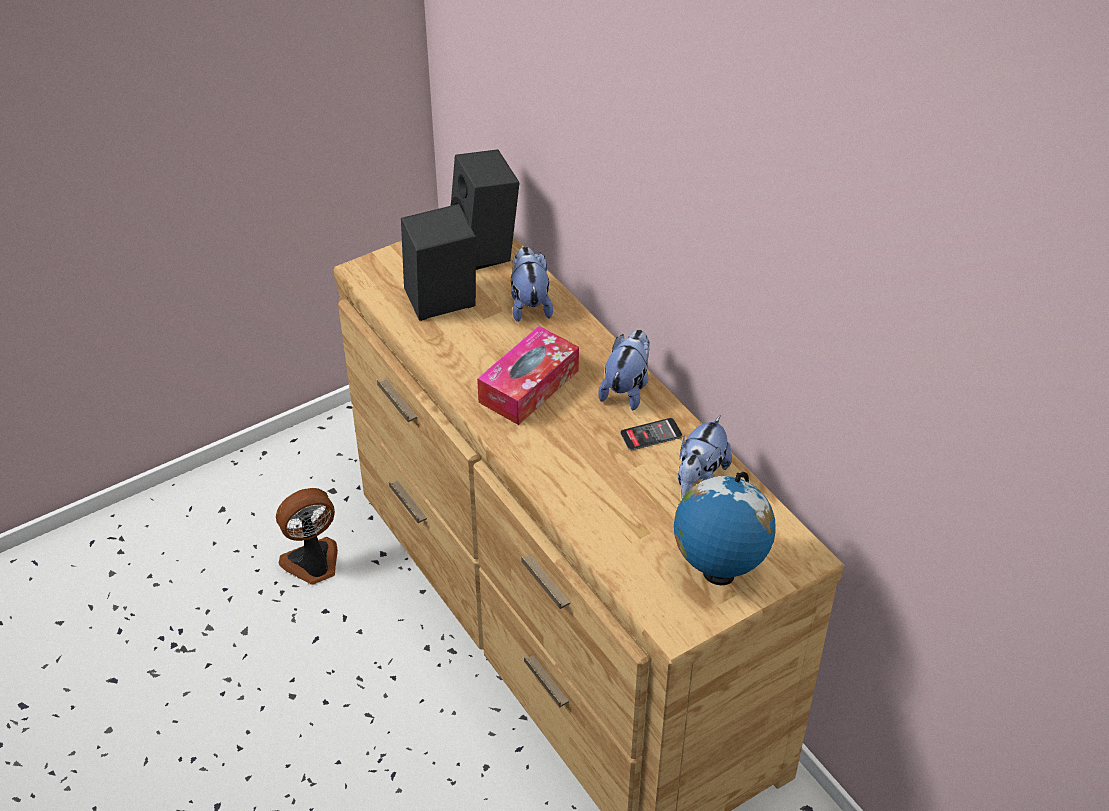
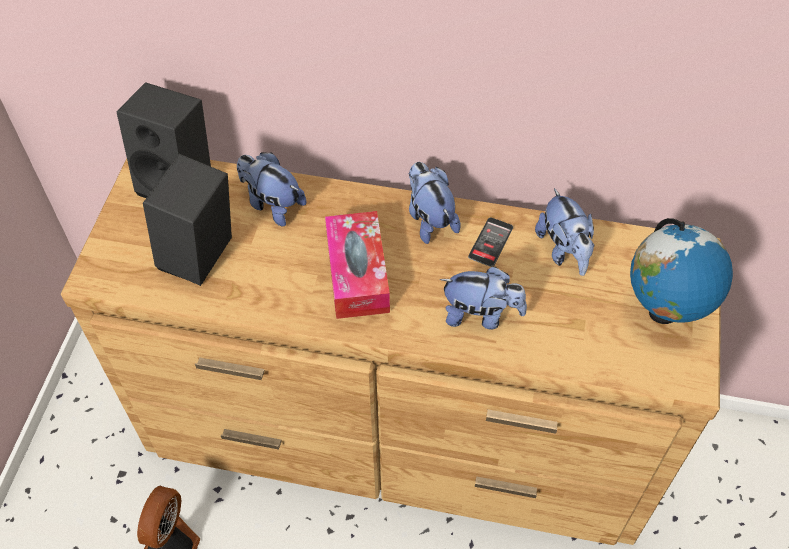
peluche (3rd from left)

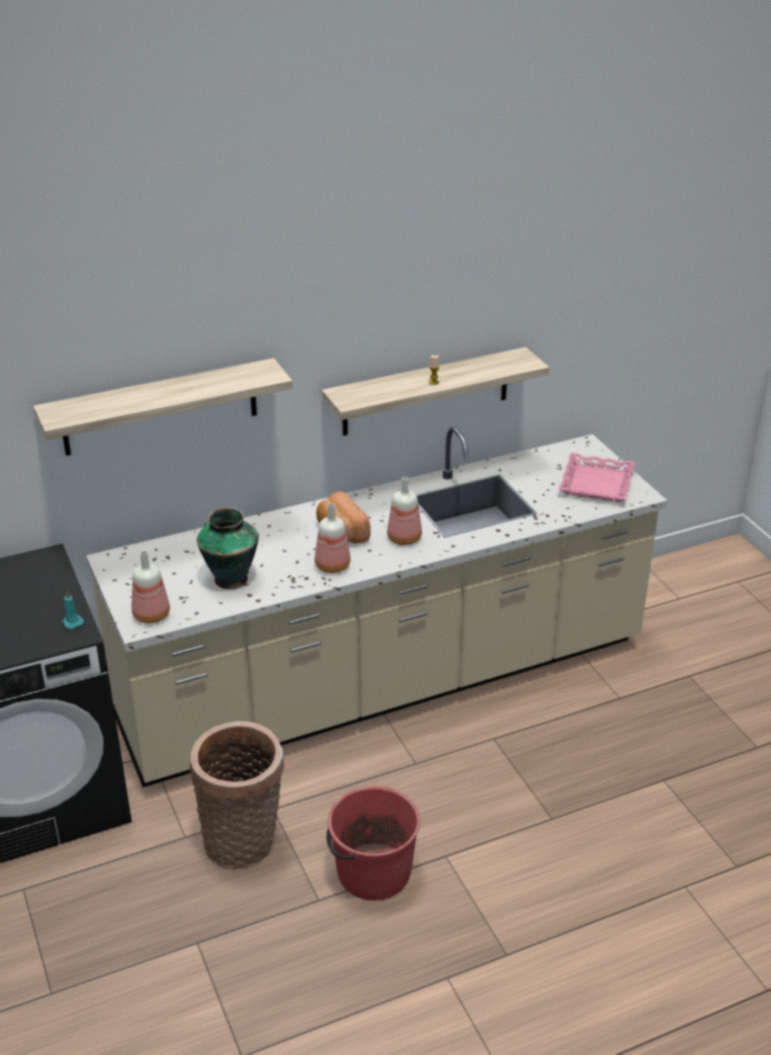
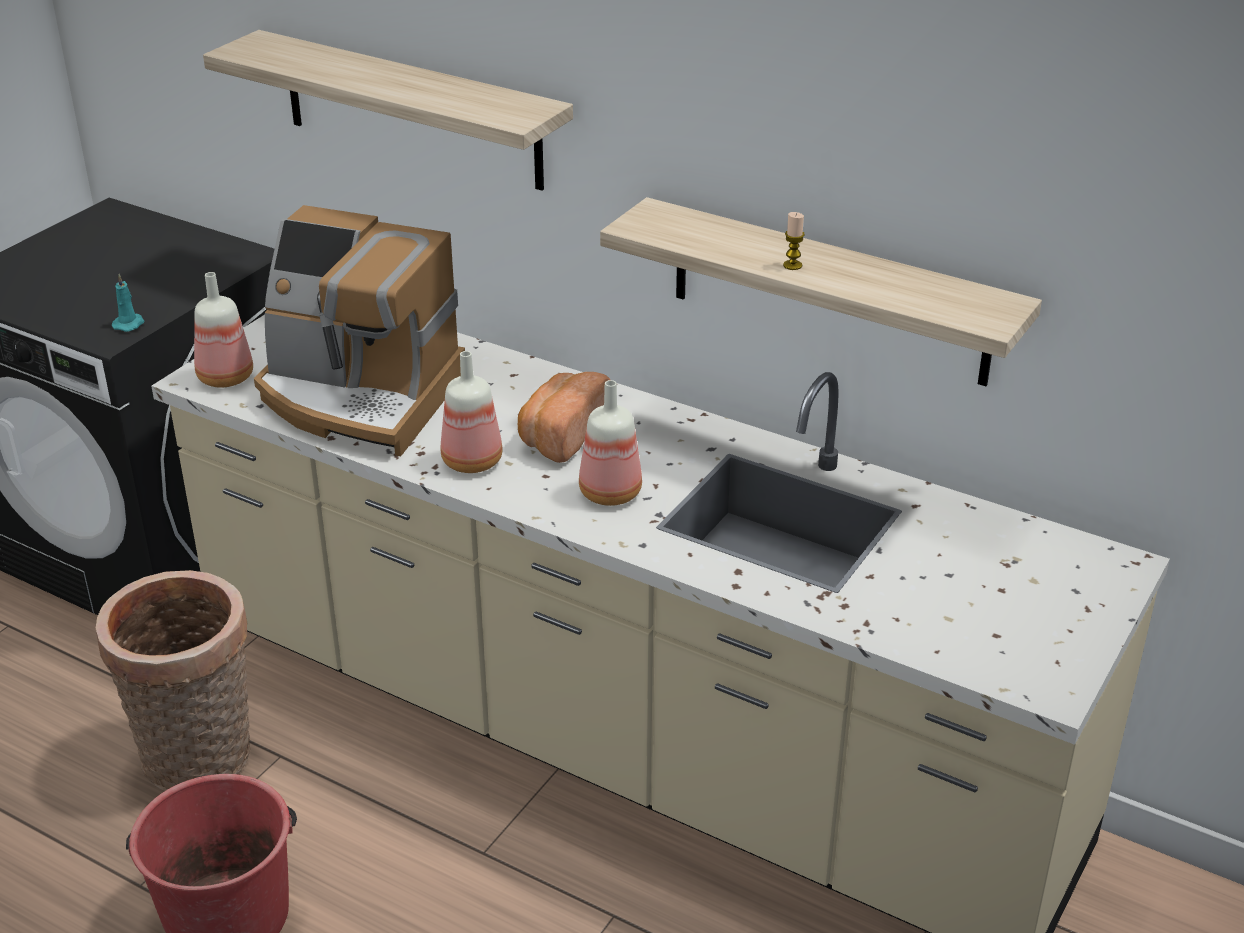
machine à café
plateau [rose]

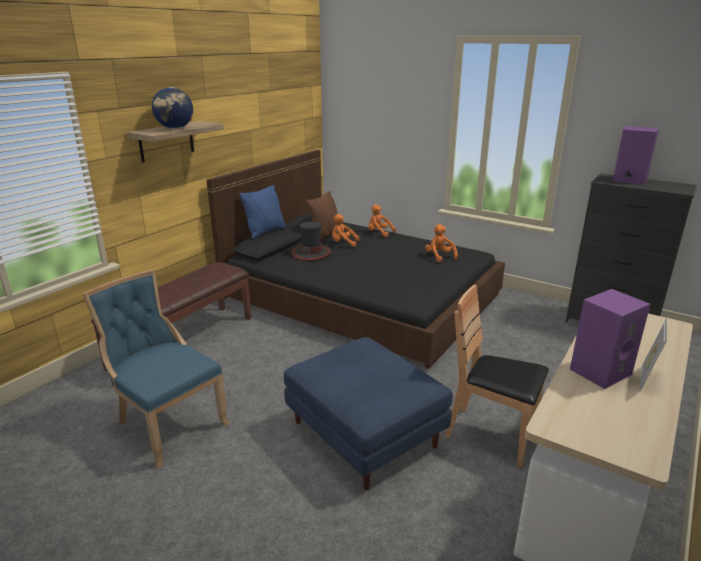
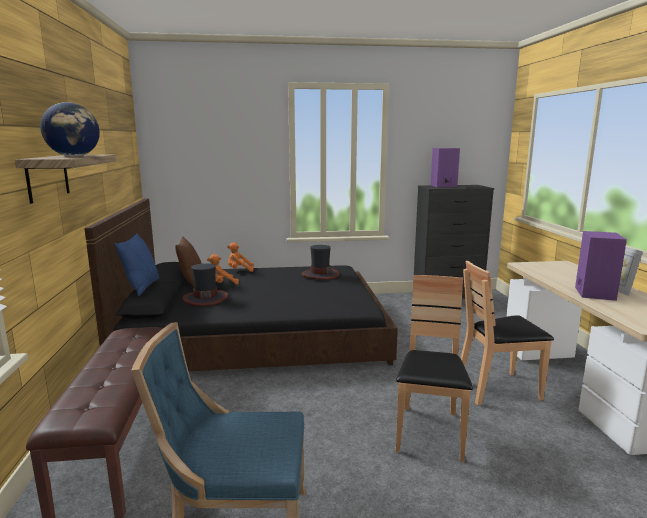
chaise [marron] (1st from left)
chapeau (2nd from left)

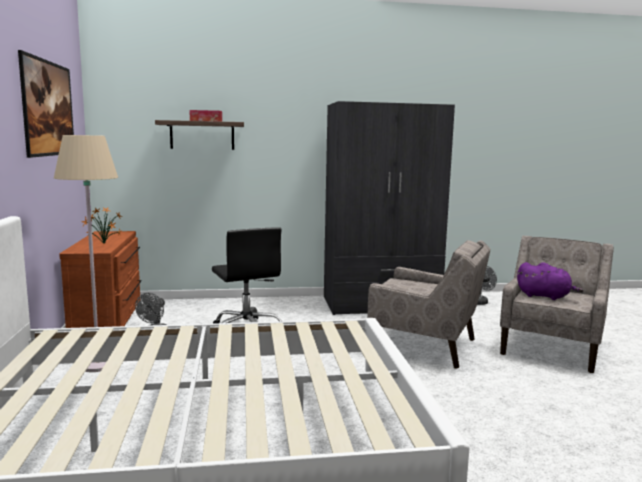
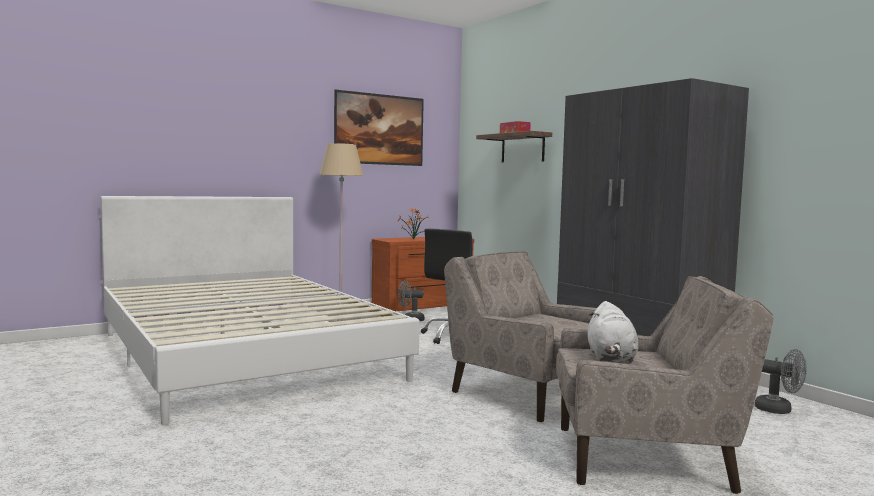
fauteuil [beige] (1st from left)
peluche [blanc]

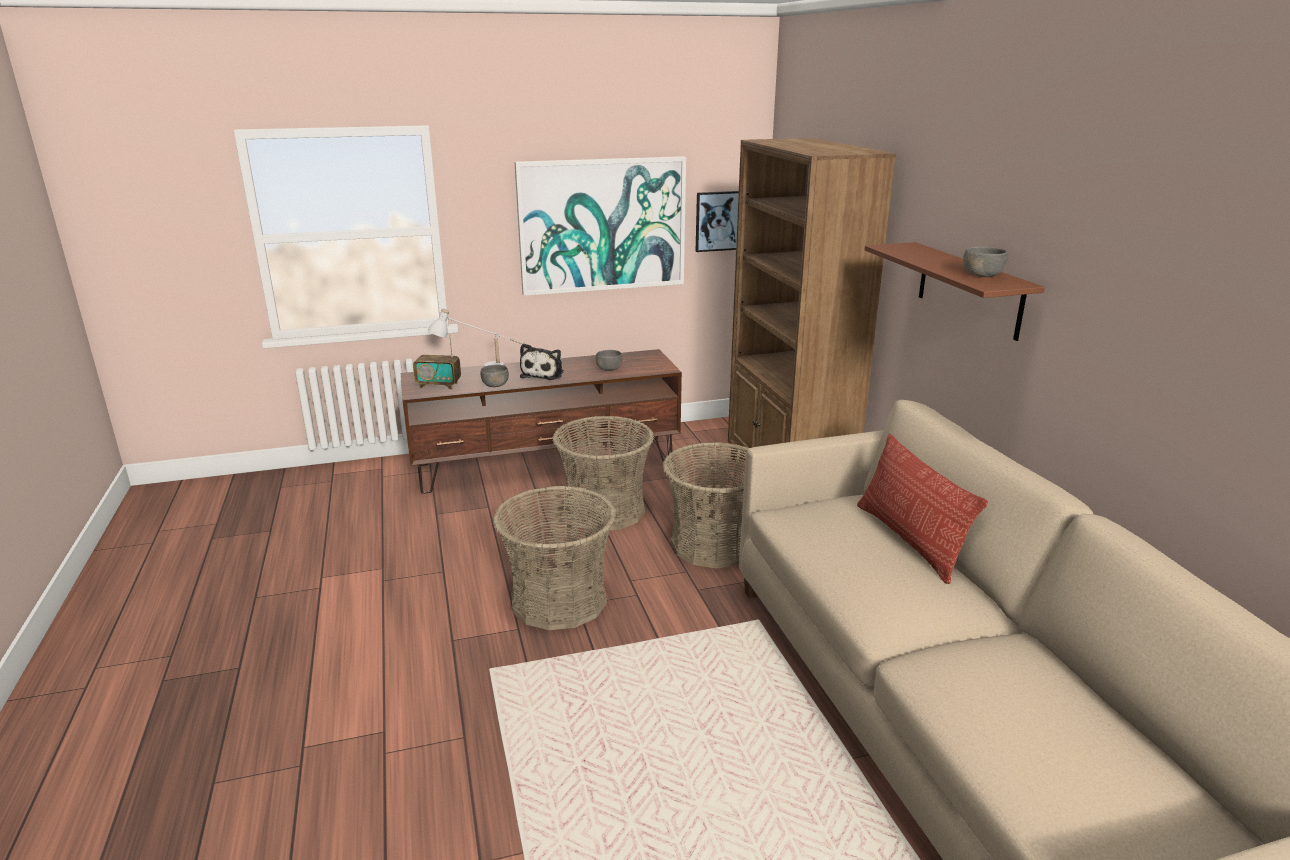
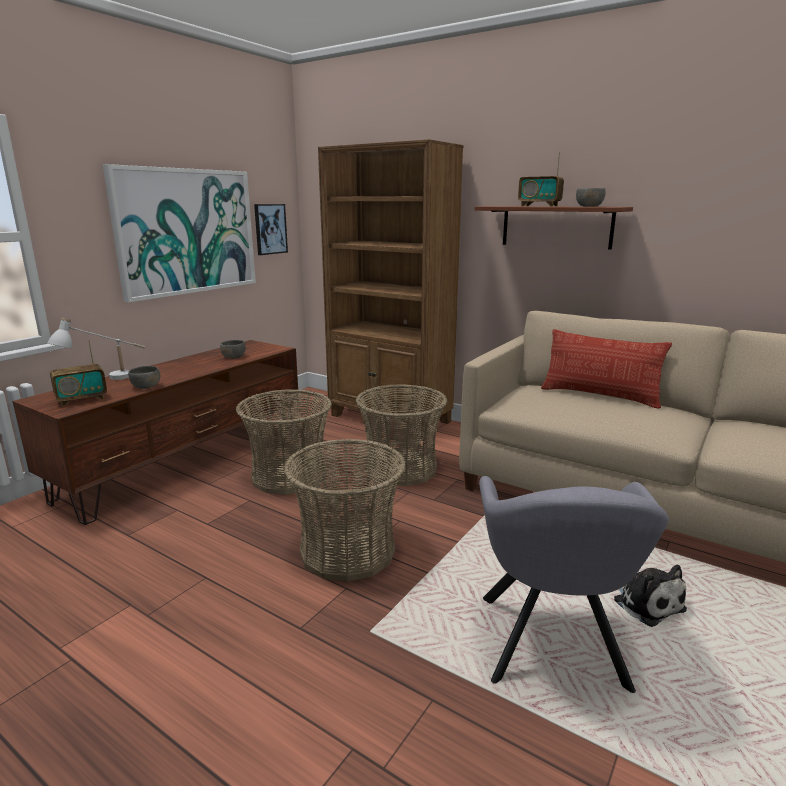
peluche
fauteuil [gris]
radio (2nd from left)

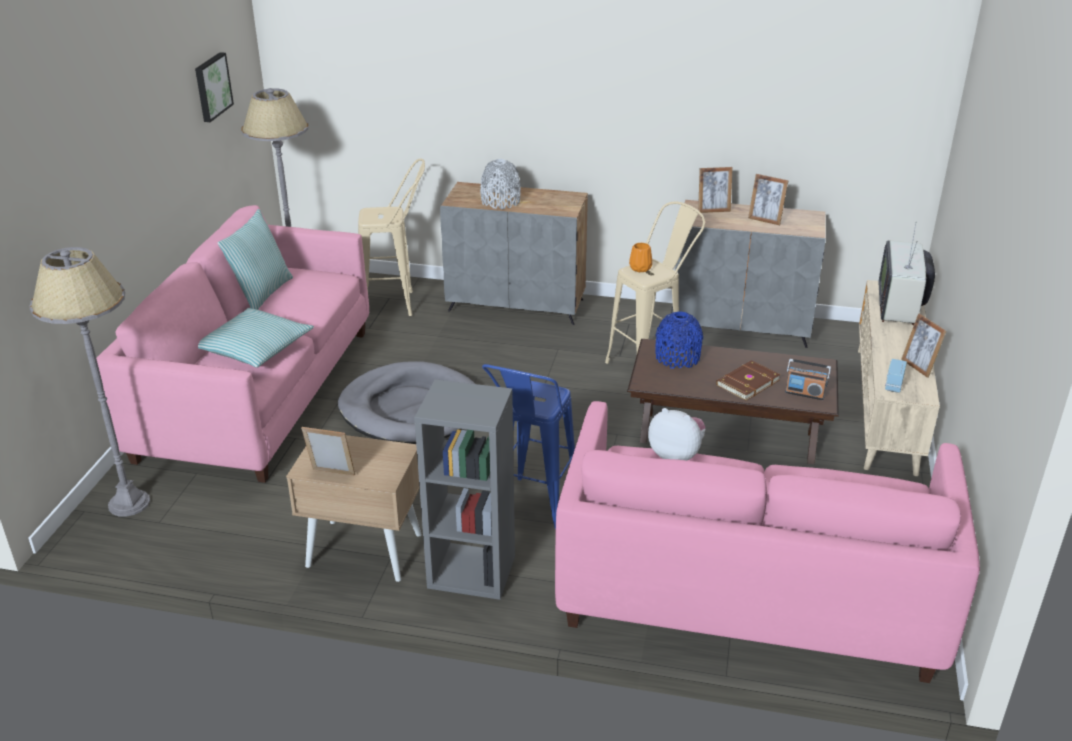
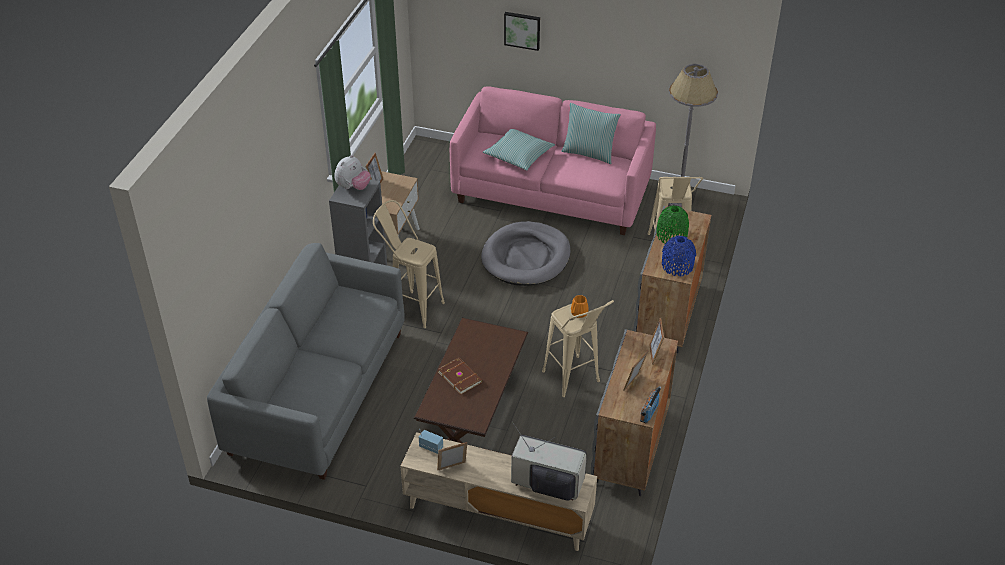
lampadaire [gris] (1st from left in the first image)
tableau
vase [vert]
tabouret [beige] (1st from left)
canapé [gris]
peluche
vase [bleu]
radio (2nd from left)

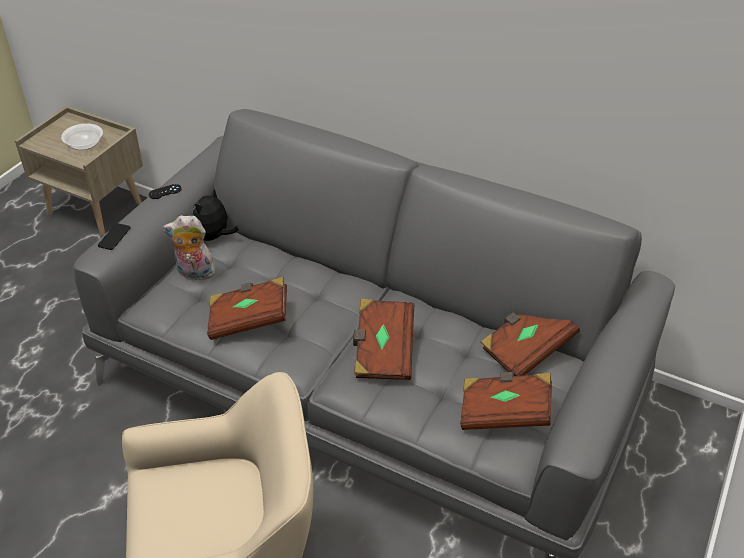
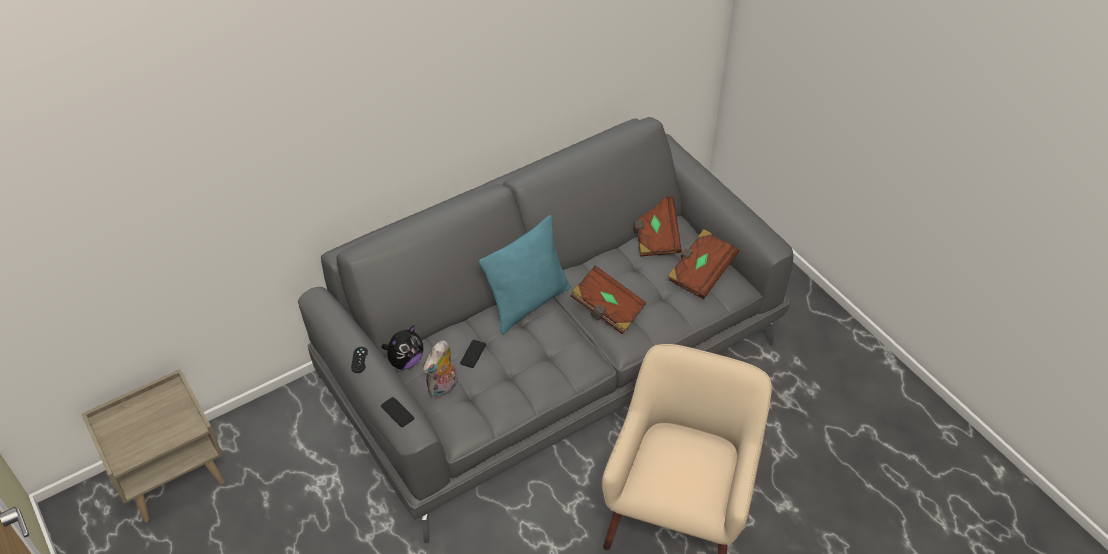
bol
peluche (1st from left)
livre [marron] (1st from left in the first image)
téléphone (2nd from left)
coussin [turquoise]

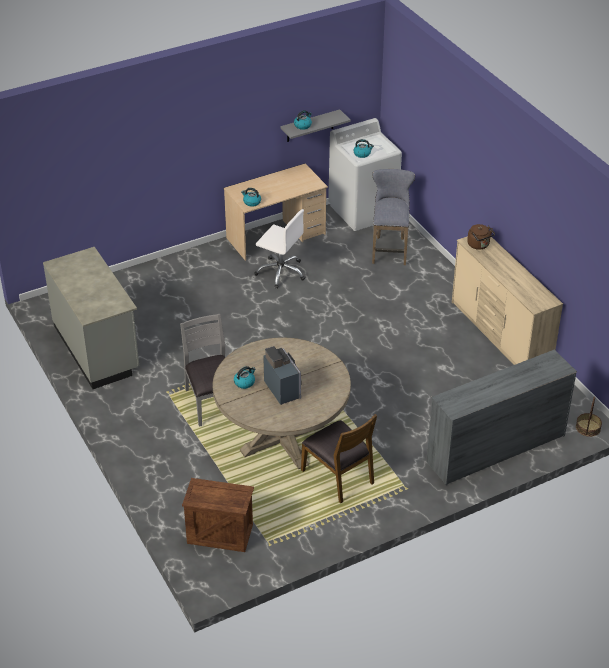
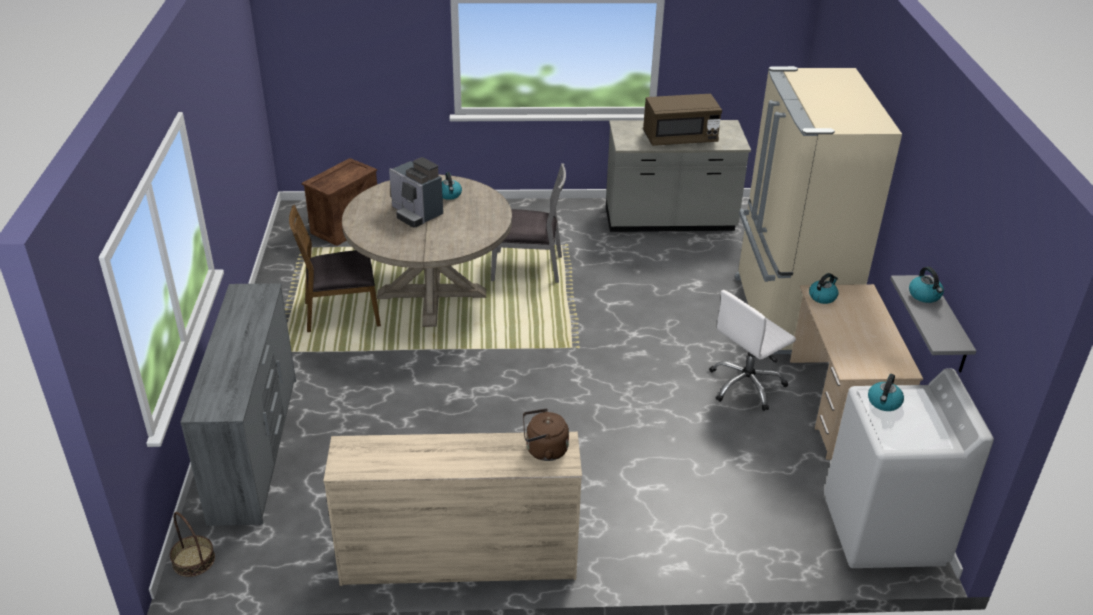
machine à café
tabouret [gris]
micro-ondes [marron]
réfrigérateur [beige]

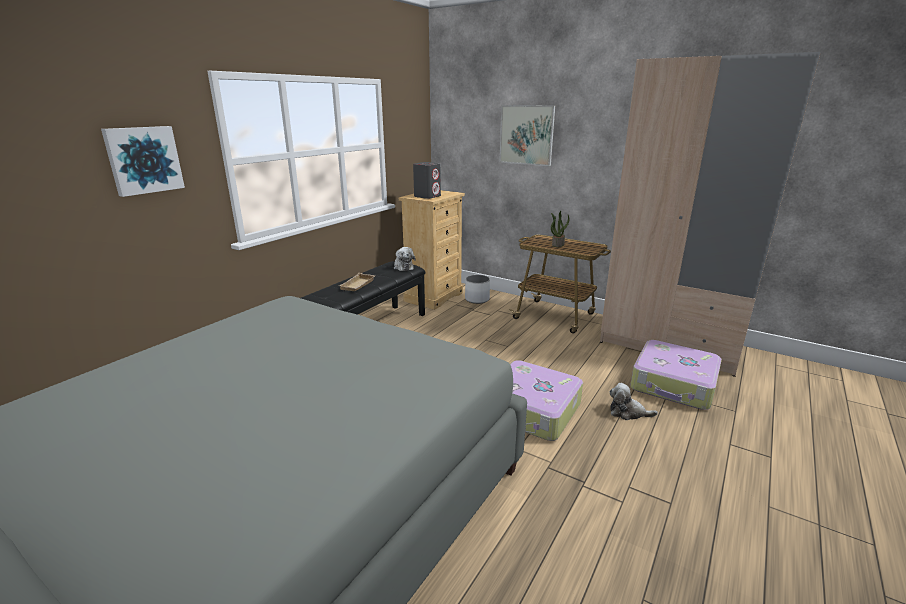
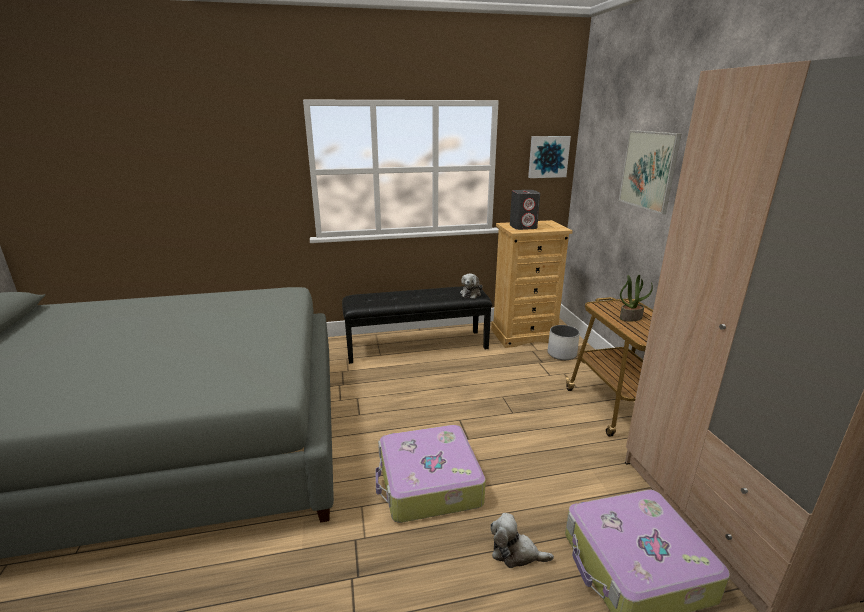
tableau (1st from left)
plateau [beige]
peluche (2nd from left)

